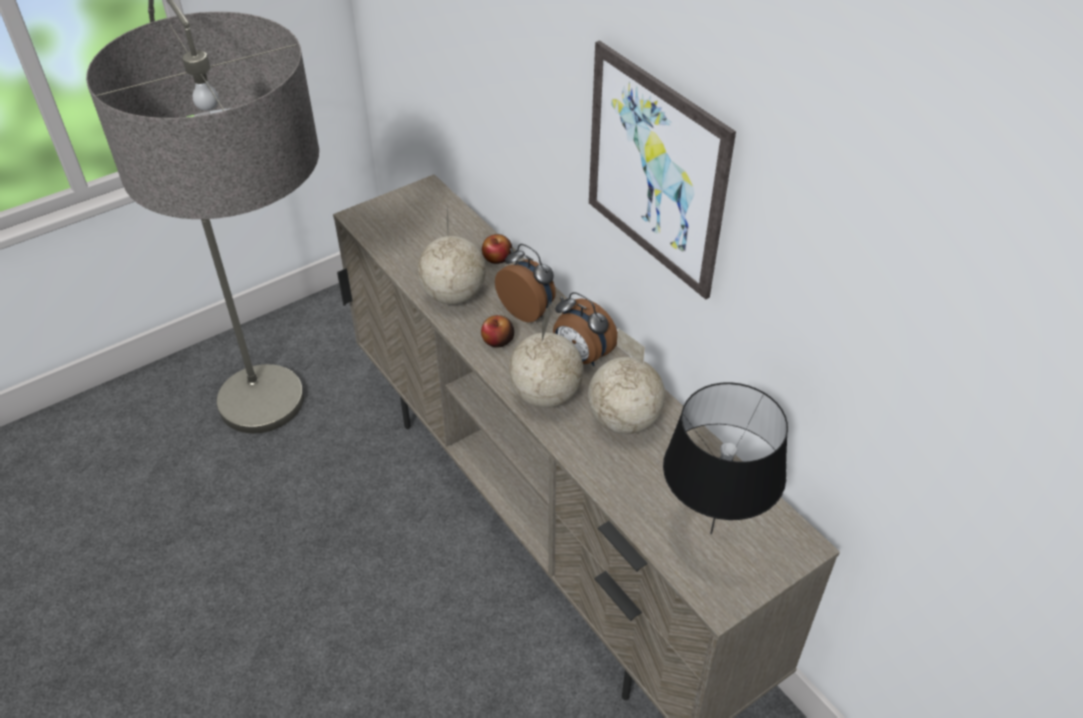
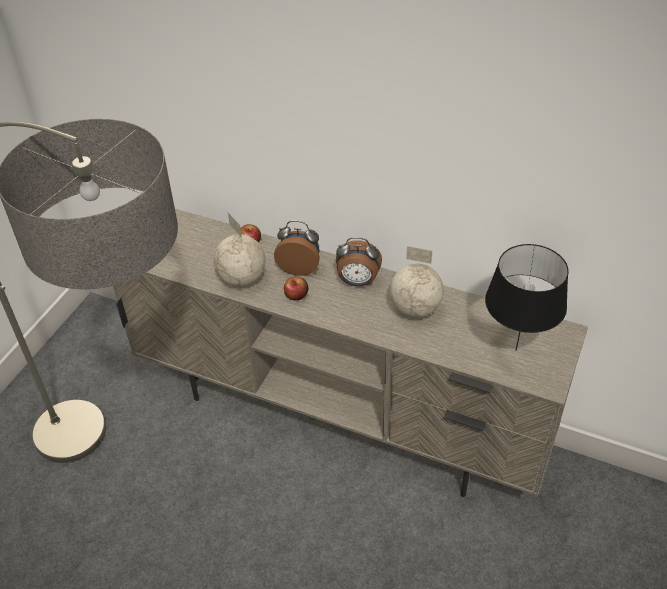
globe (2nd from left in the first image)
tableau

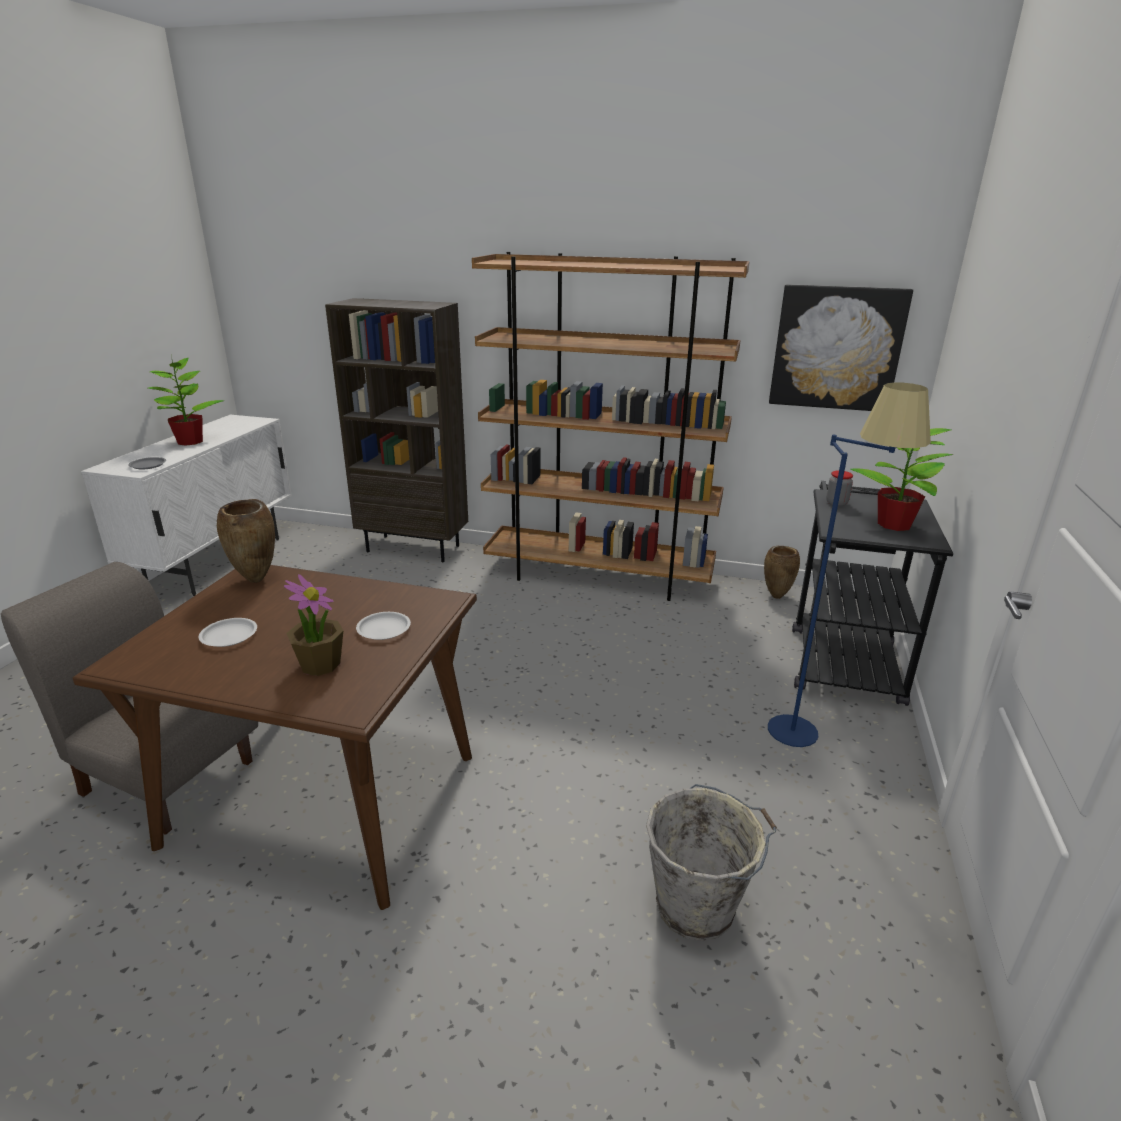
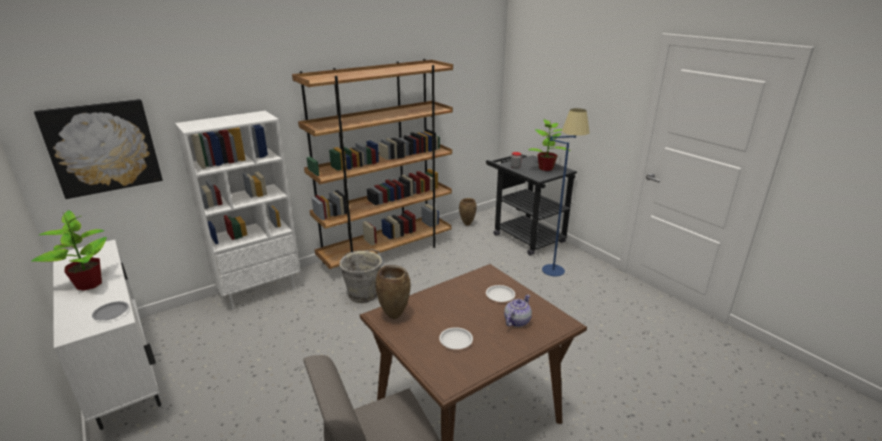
théière
bibliothèque [blanc]
seau [gris]
tableau

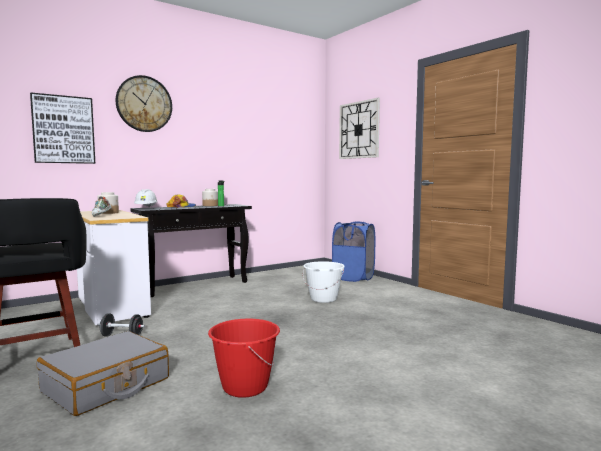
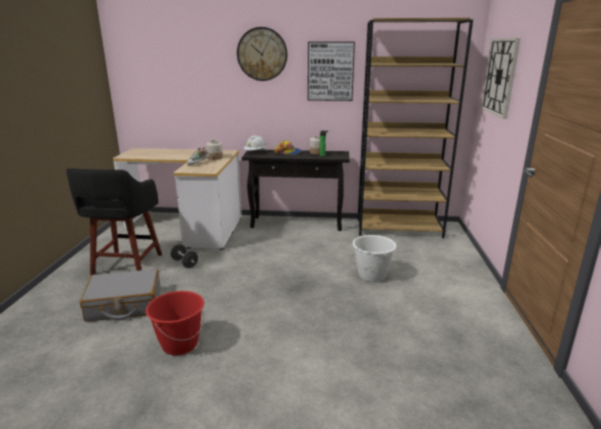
tableau
panier à linge [bleu]
bibliothèque [marron]

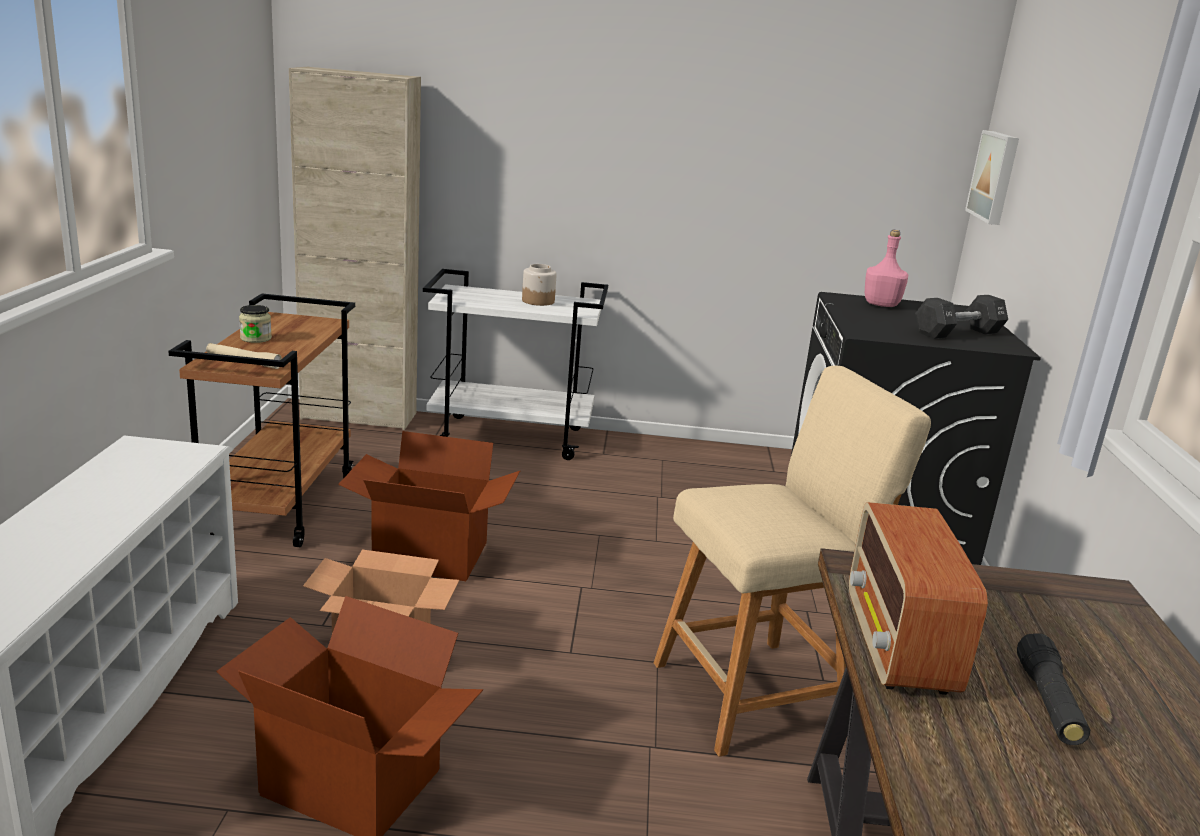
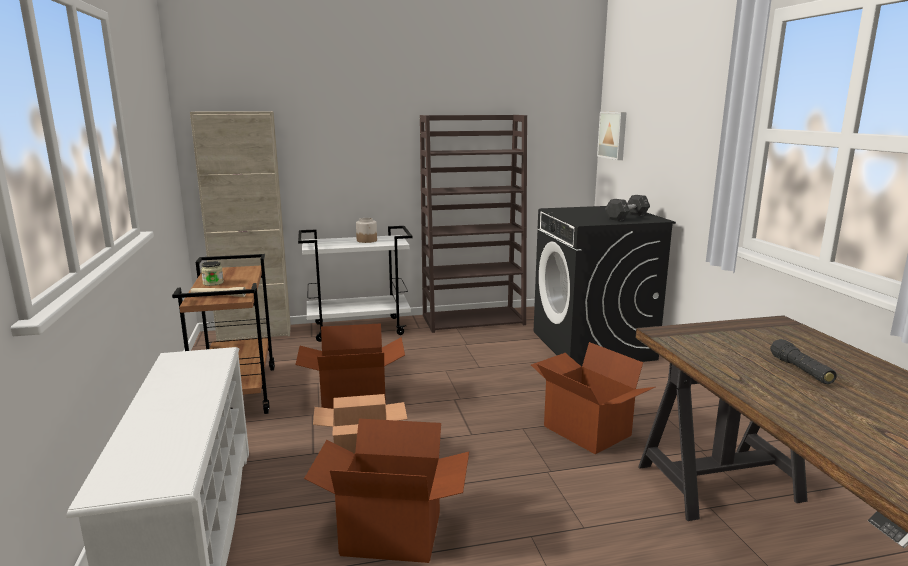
carton (4th from left)
radio
bouteille [rose]
bibliothèque [marron]

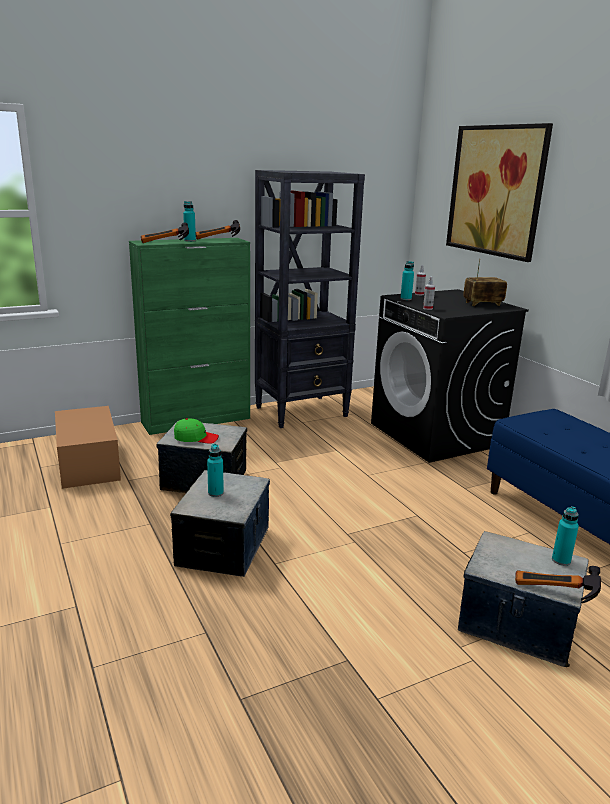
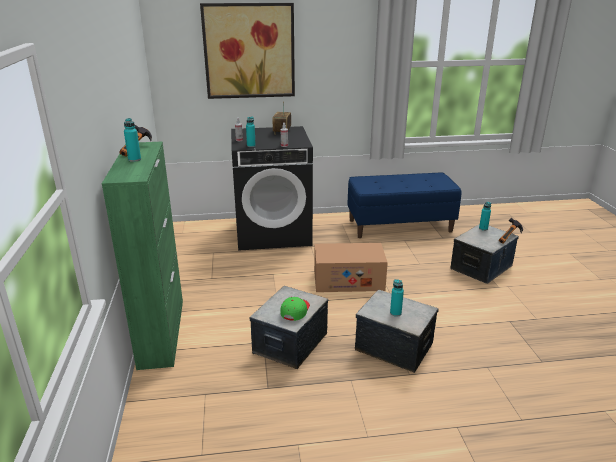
carton
marteau (1st from left in the first image)
bibliothèque [noir]

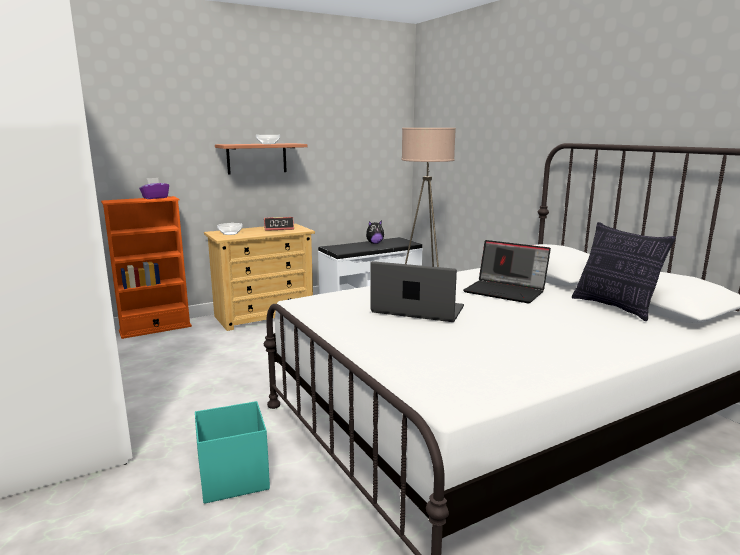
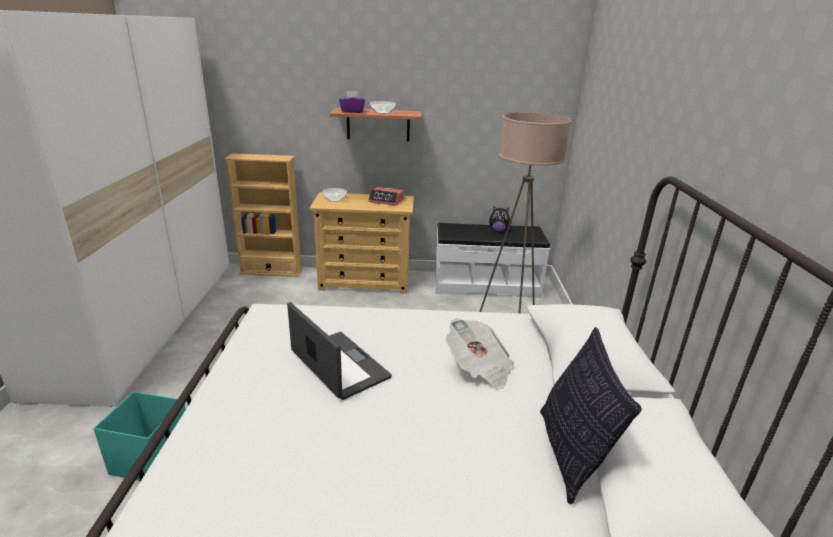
bibliothèque [beige]
boîte à mouchoirs [violet]
journal

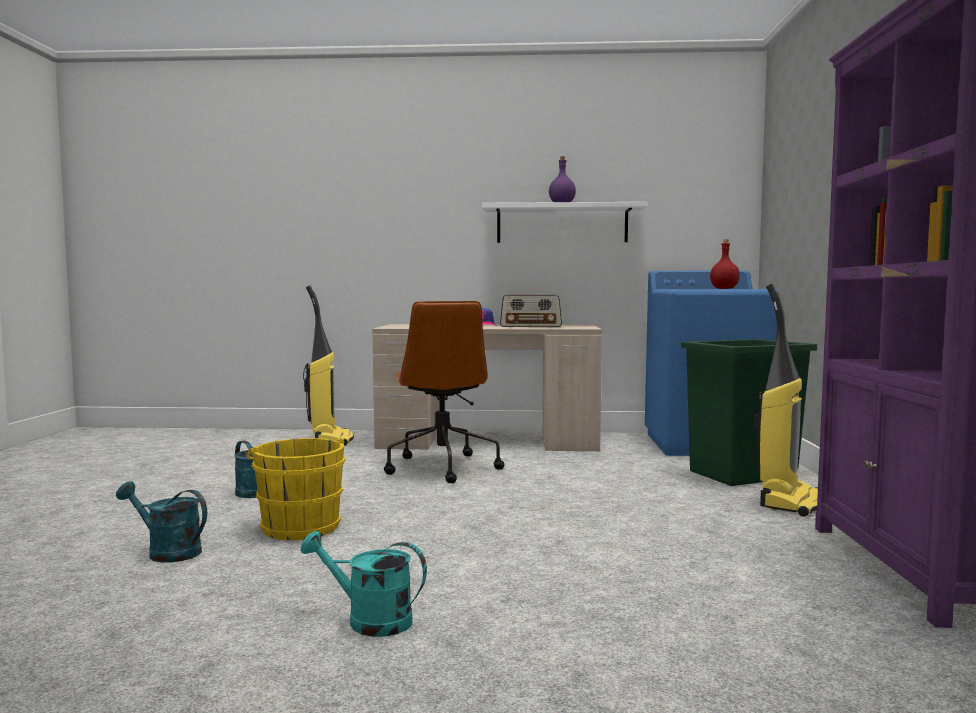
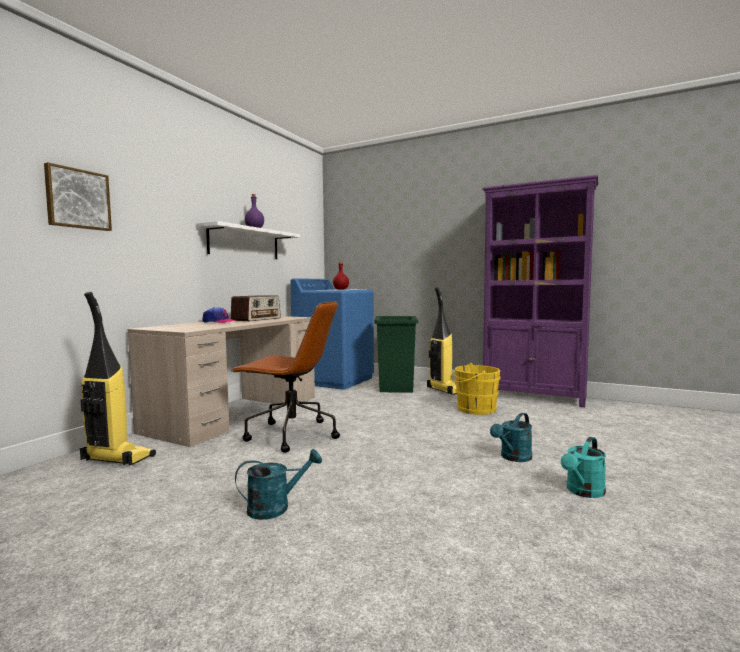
arrosoir [turquoise] (2nd from left)
seau [jaune]
tableau

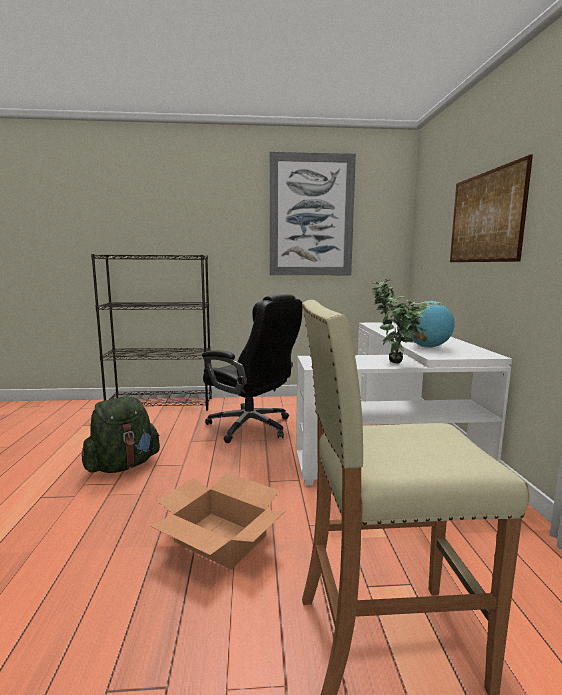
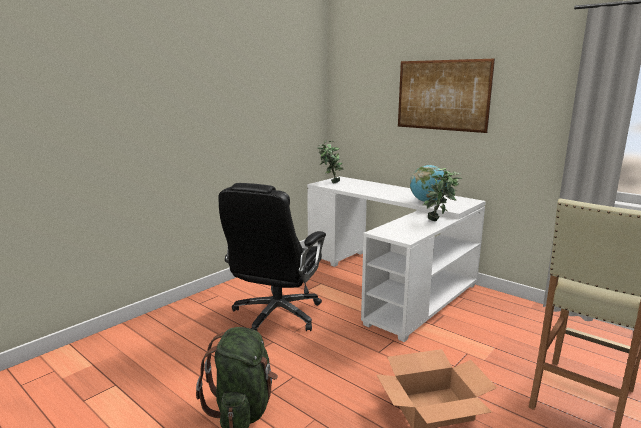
bibliothèque [noir]
chaise de bureau [noir]
tableau (1st from left in the first image)

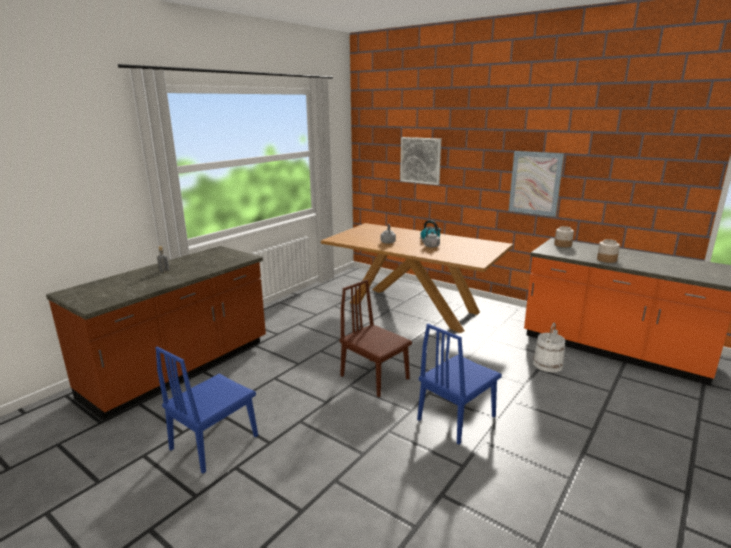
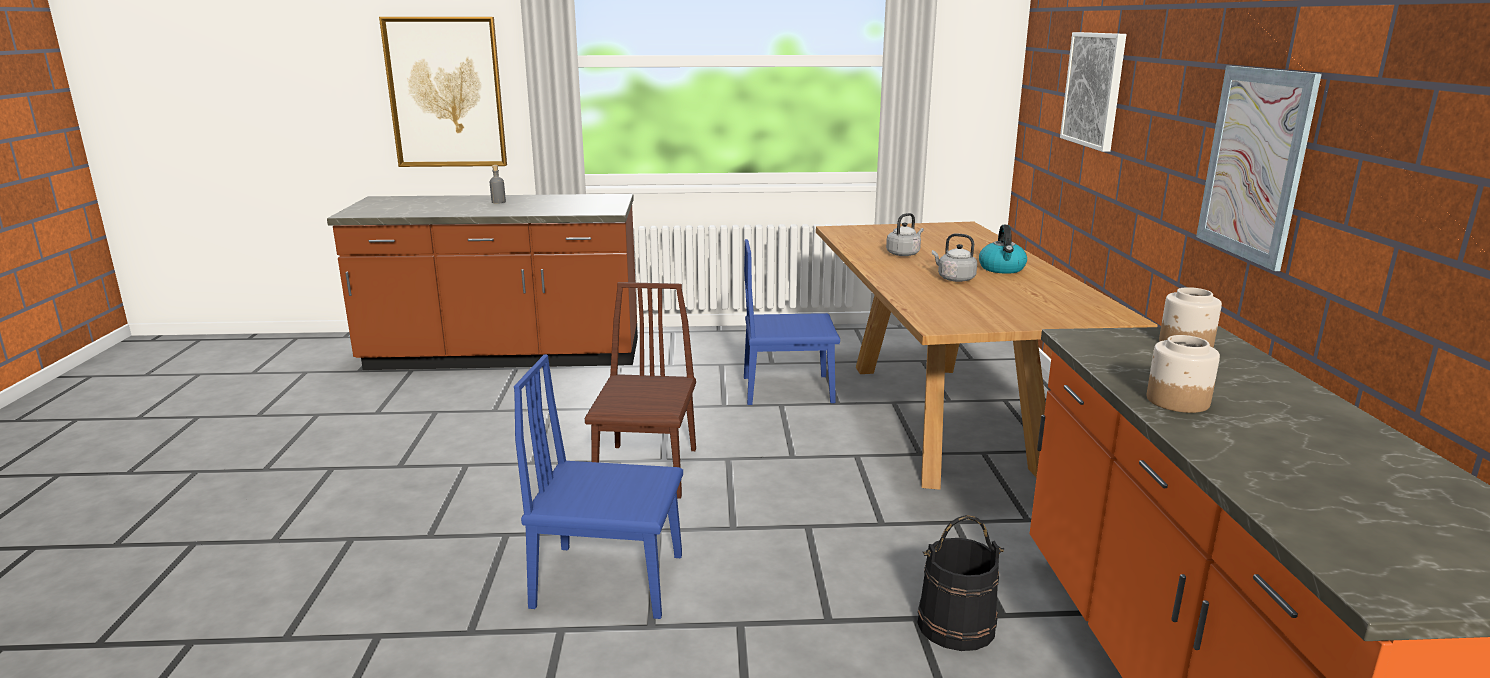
chaise [bleu] (2nd from left)
seau [noir]
tableau (1st from left)

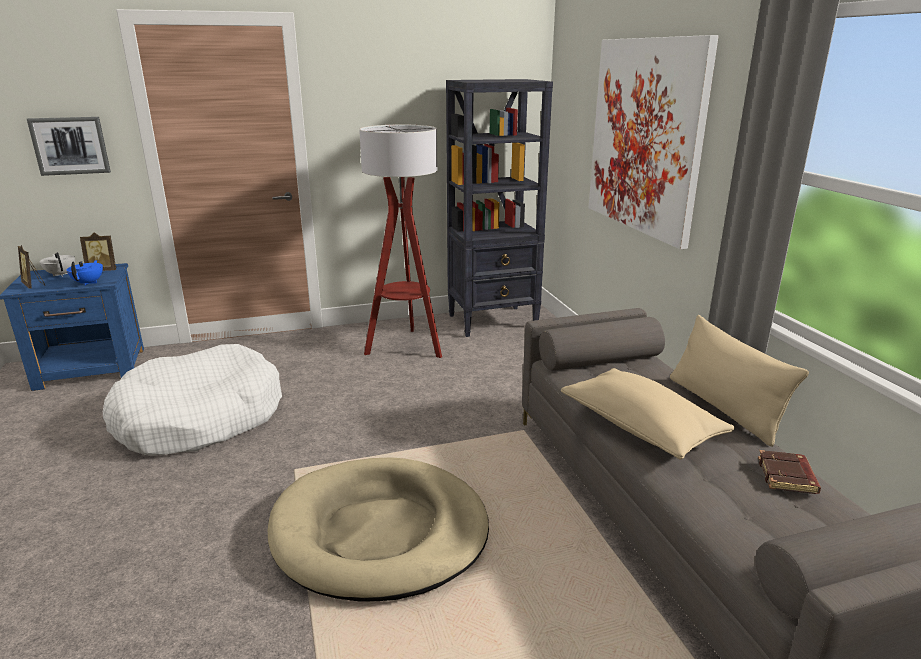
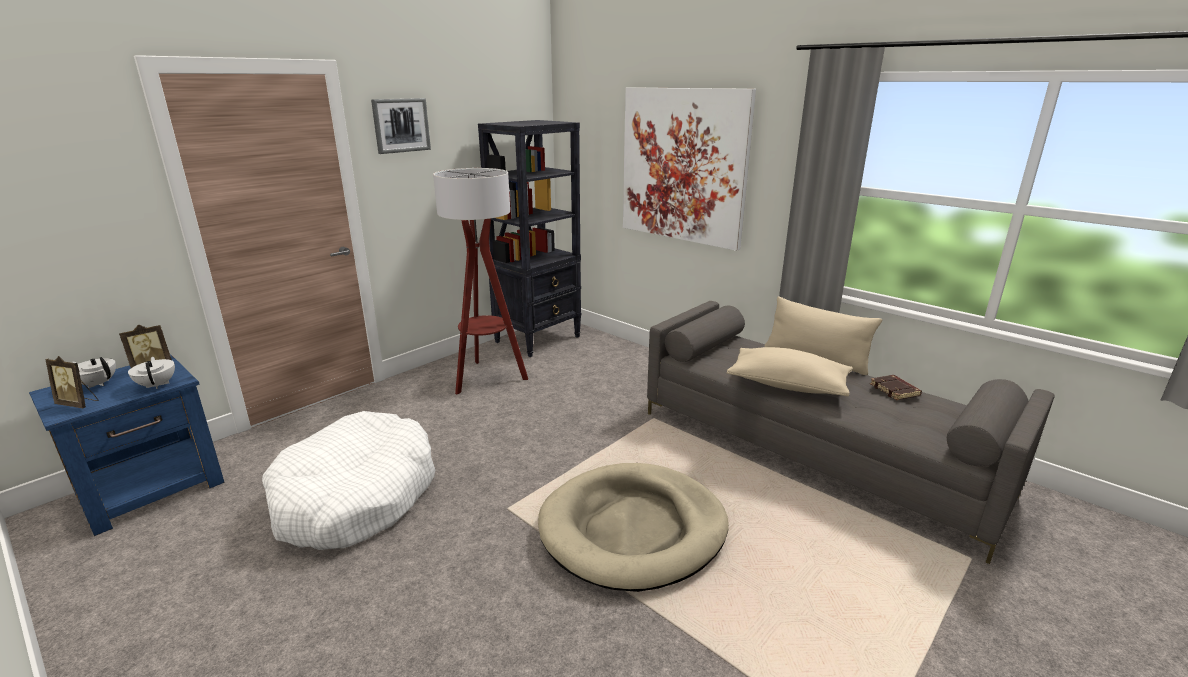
tableau (1st from left)
théière [blanc] (2nd from left)

